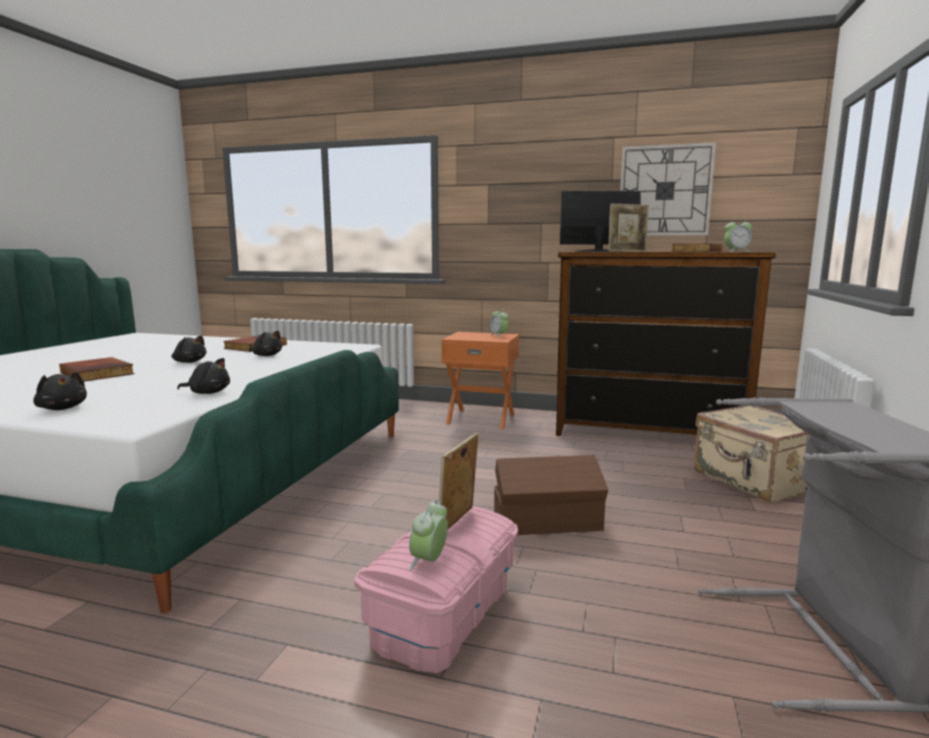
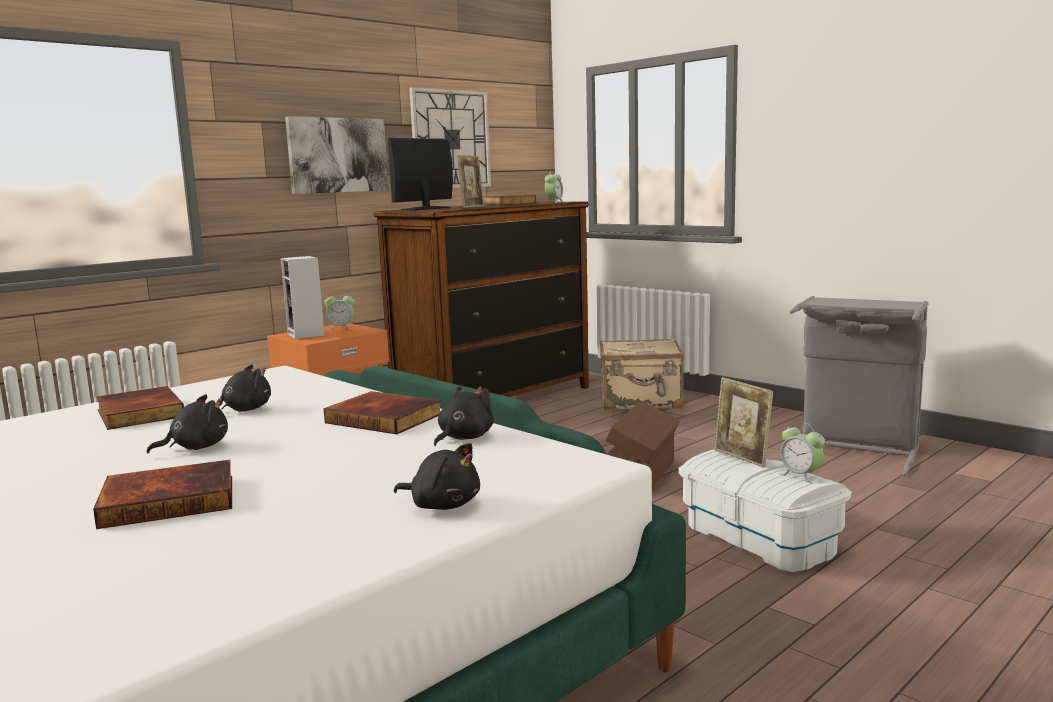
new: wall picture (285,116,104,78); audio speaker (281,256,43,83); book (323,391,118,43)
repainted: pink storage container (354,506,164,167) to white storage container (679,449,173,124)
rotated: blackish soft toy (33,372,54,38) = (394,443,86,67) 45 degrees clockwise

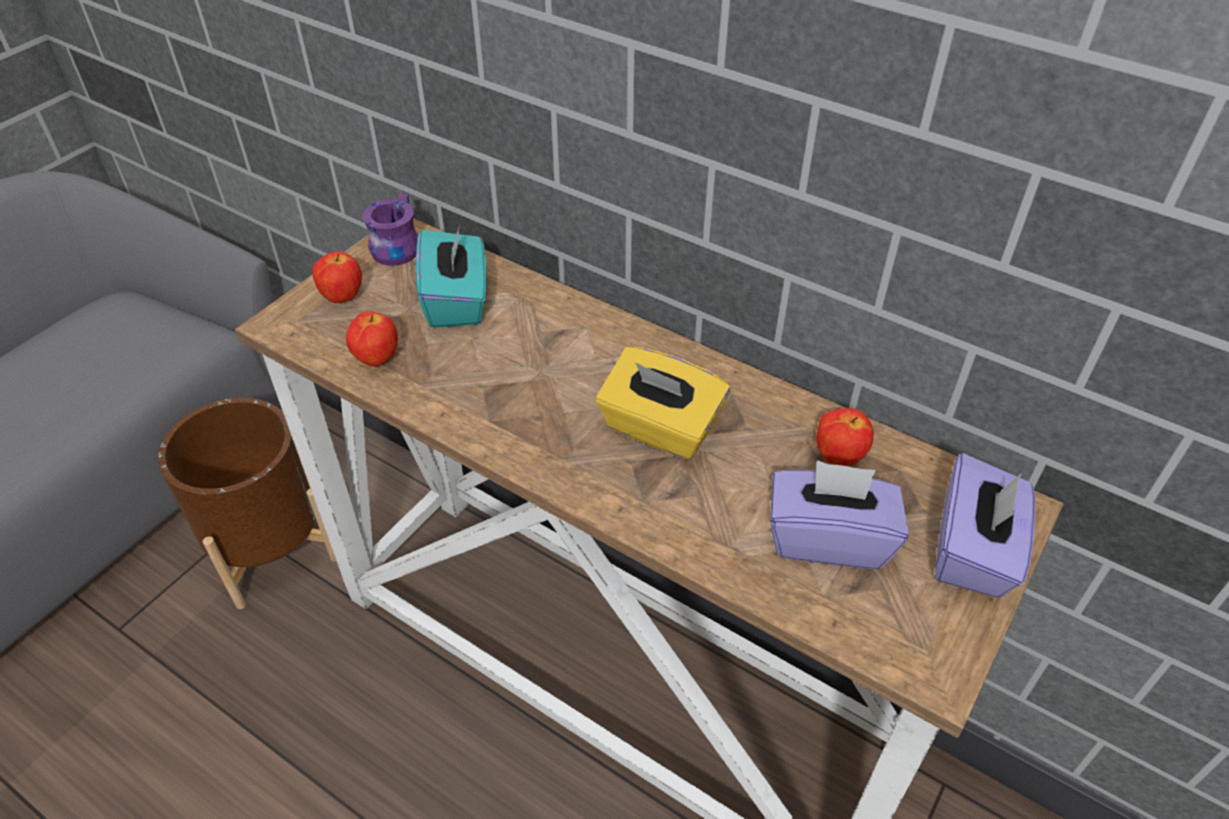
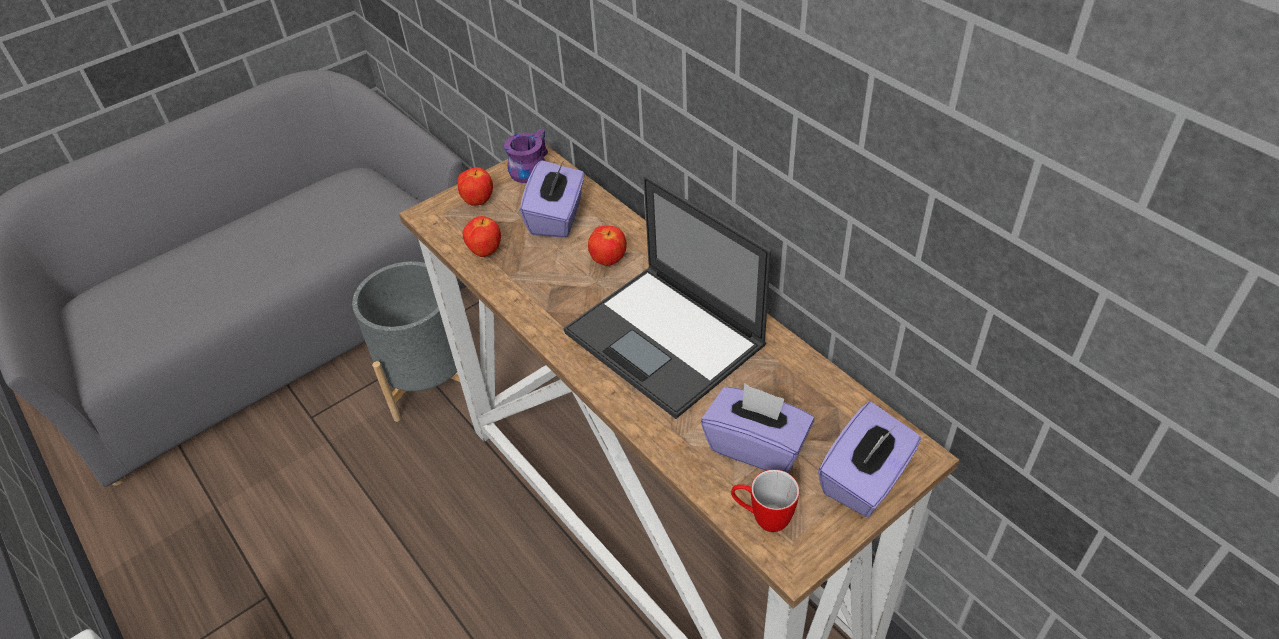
new: mug (731,469,68,63)
shifted: whole apple (816,408,58,58) to (588,226,39,40)
swapped: yellow-coloured tissue box (596,347,134,113) to notebook computer (564,176,207,243)
repainted: blue-green tissue box (416,225,71,103) to purple-coloured tissue box (520,160,65,78); brownish planter (158,398,178,211) to grey planter (352,262,108,160)

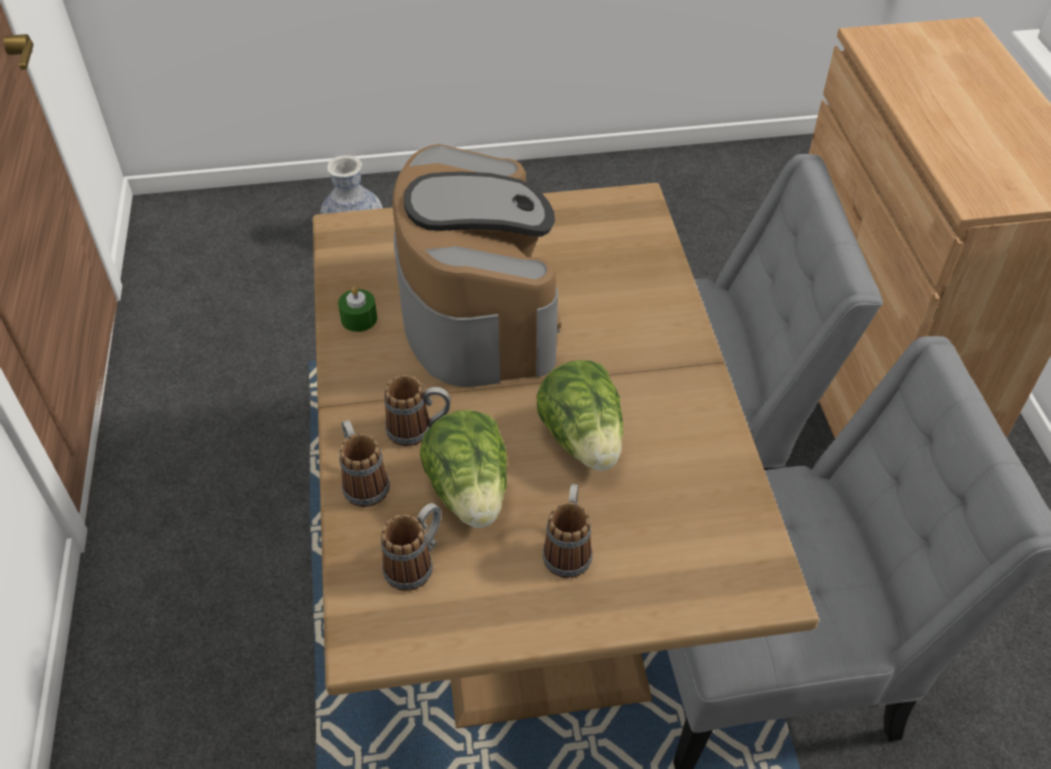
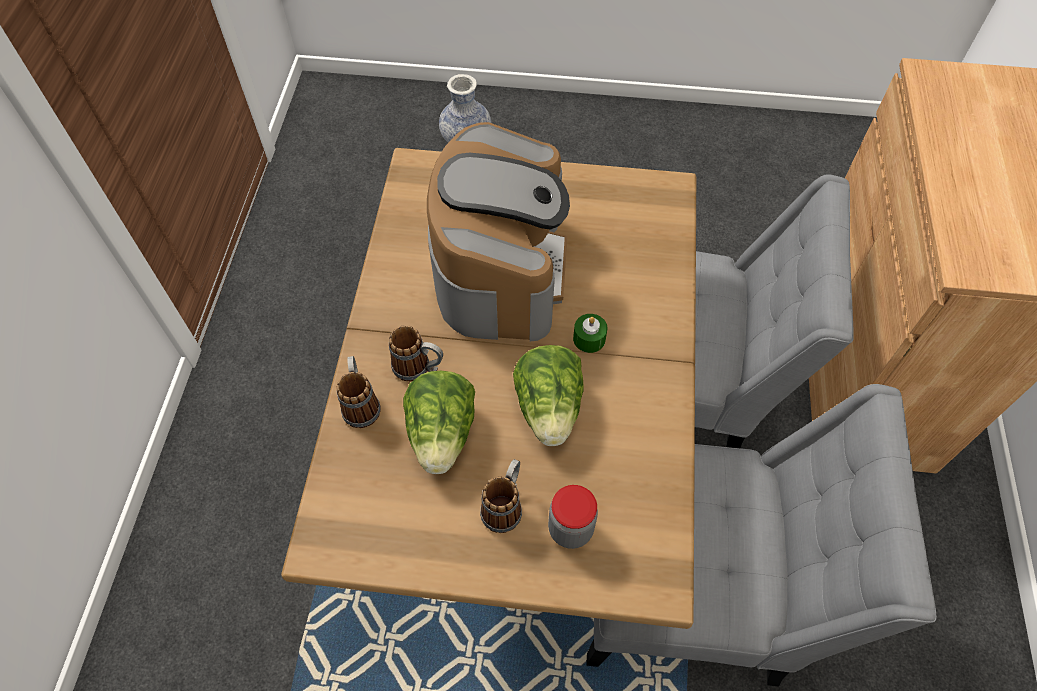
gone: mug (381,503,61,88)
new: jar (548,485,50,64)
shifted: green-coloured candle (338,287,39,45) to (573,314,34,39)

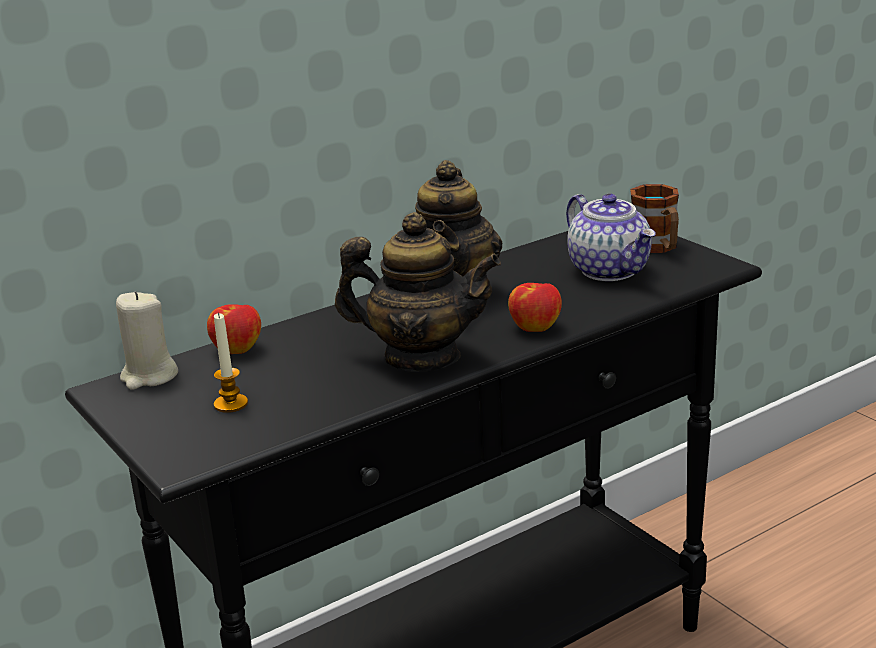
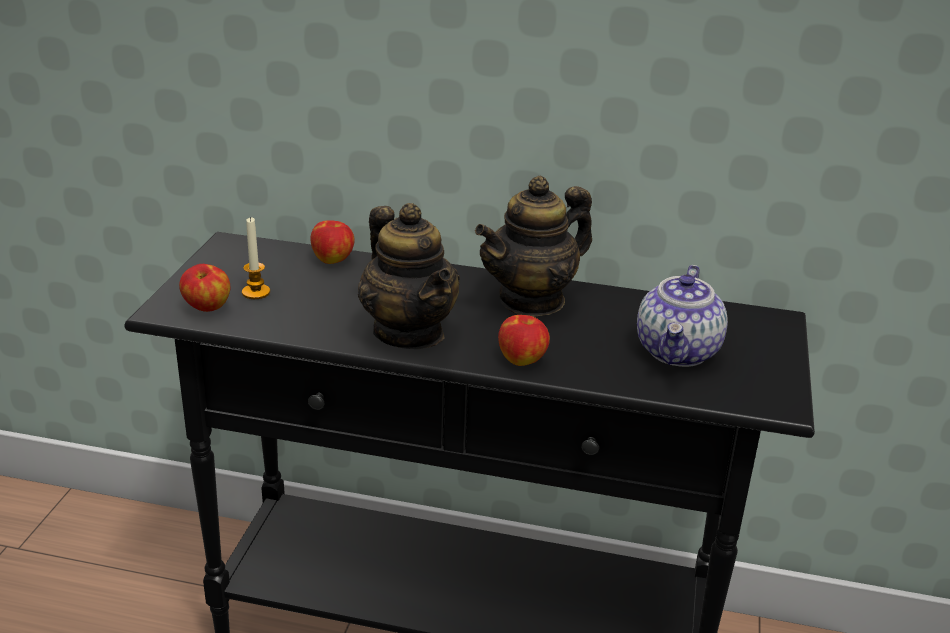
gone: mug (630,184,49,69); sand-coloured candle (116,291,62,99)
new: whole apple (179,264,51,48)

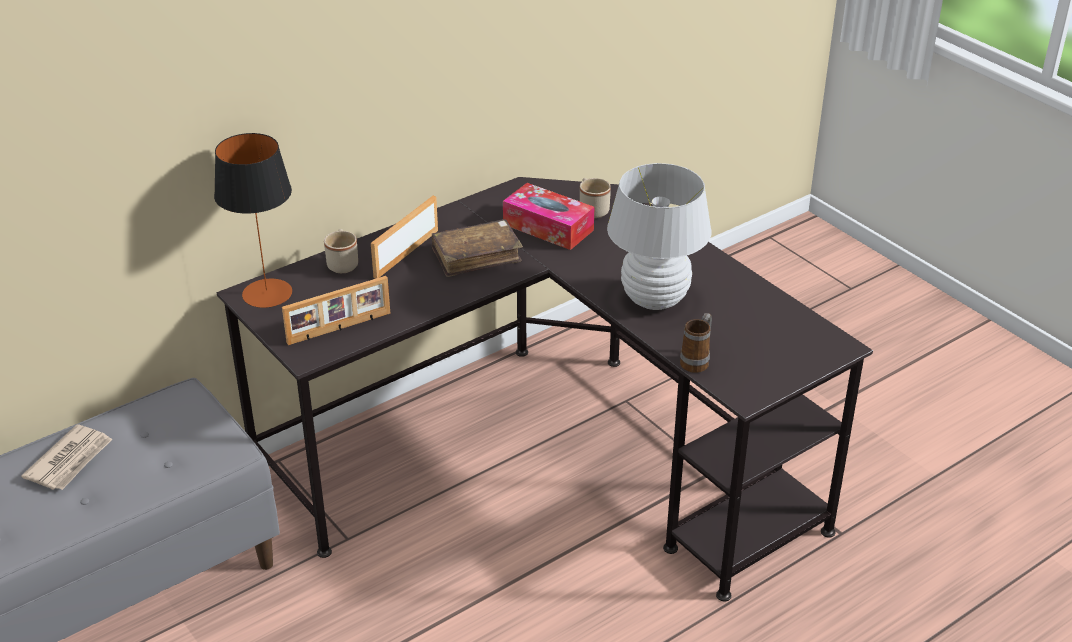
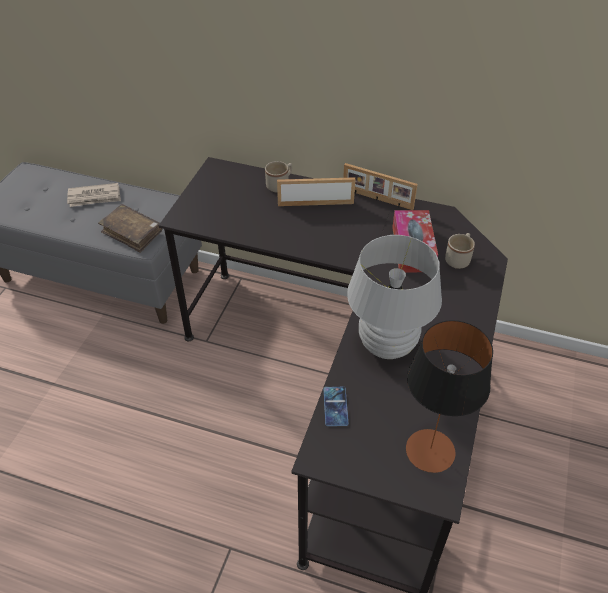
shifted: lamp for a table (214,133,78,175) to (406,320,87,153); brownish book (432,219,91,58) to (98,204,64,49); photo frame (282,276,108,69) to (343,163,75,47)
swapped: mug (680,313,32,60) to telephone (324,387,25,39)

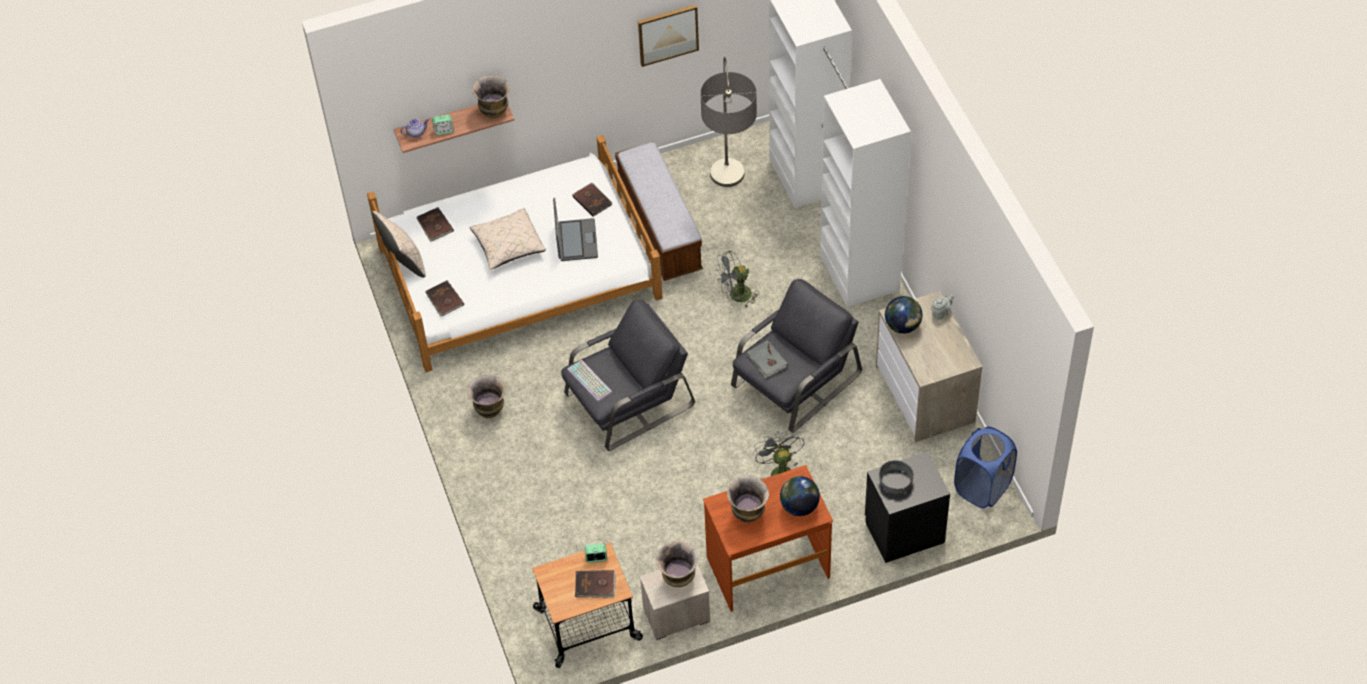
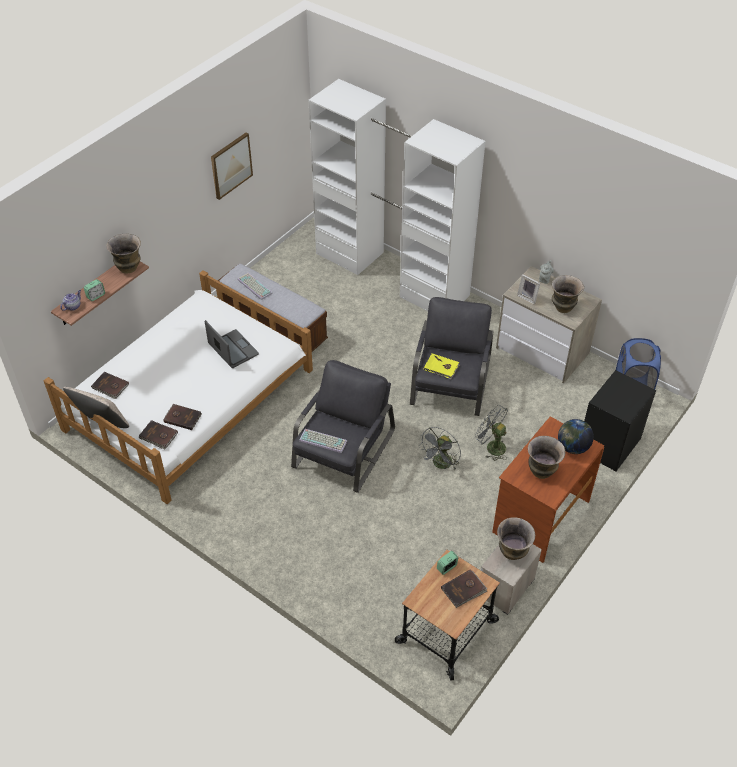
gone: standing lamp (700,57,57,130); sand-coloured cushion (469,208,77,62); grey deep dish (879,460,35,34)
new: PC keyboard (237,273,36,27)
shifted: brownish book (573,182,40,35) to (164,404,38,26); grey electric fan (715,250,44,58) to (419,427,42,43); flower vase (467,375,39,43) to (552,275,32,38)
swapped: desk globe (885,296,37,38) to photo frame (517,274,23,31)
repainted: grey book (746,340,42,38) to yellow-coloured book (424,353,35,26)

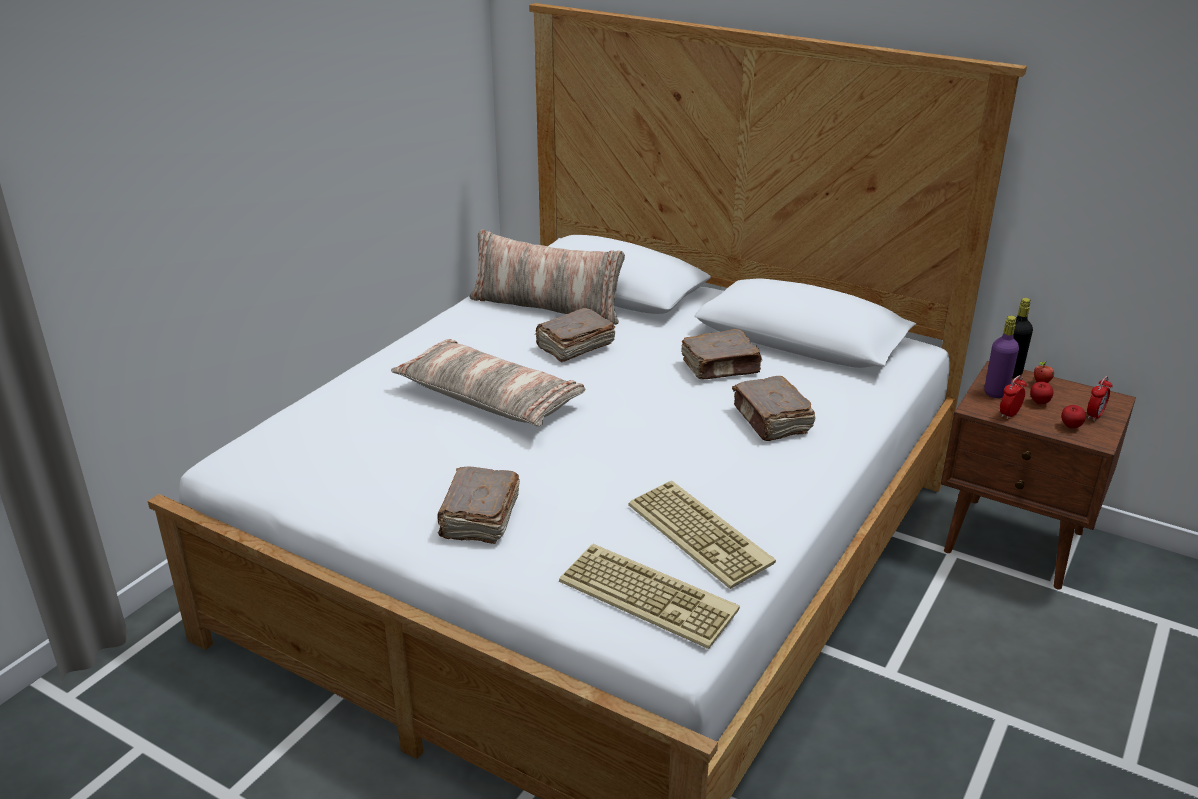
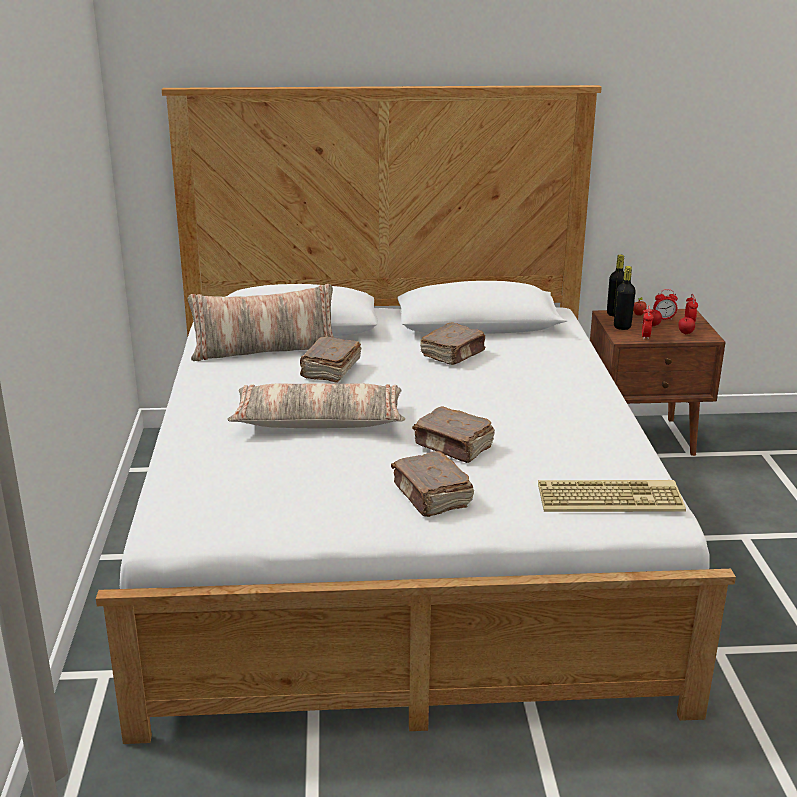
gone: PC keyboard (628,481,148,108)
new: table clock (653,289,25,31)
shifted: brownish book (732,376,84,65) to (412,406,83,57)
repainted: purple-coloured bottle (984,316,35,82) to blackish bottle (614,266,22,64)

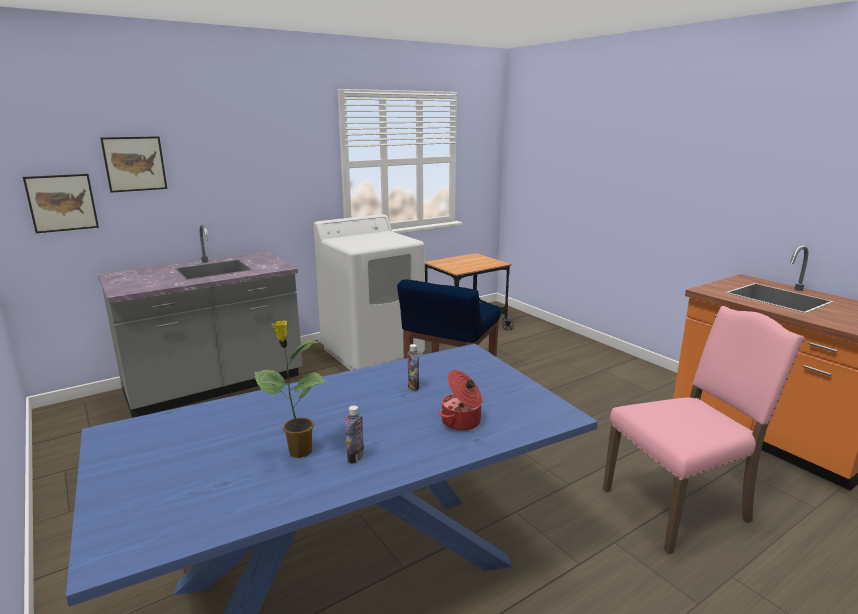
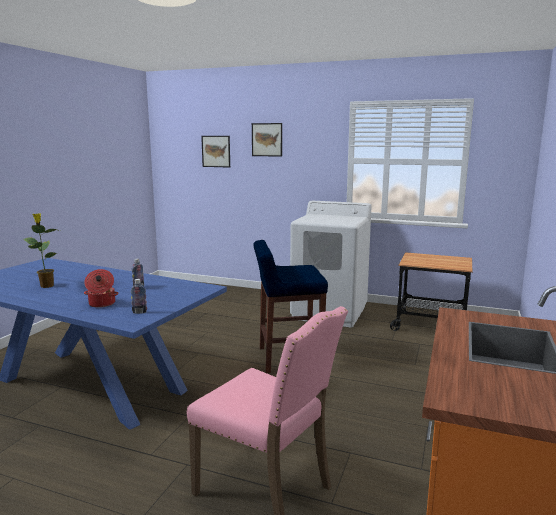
gone: grey kitchen counter (98,225,205,193)
shifted: wall picture (23,174,76,59) to (252,123,30,34); bottle (345,406,19,58) to (131,279,16,35)

